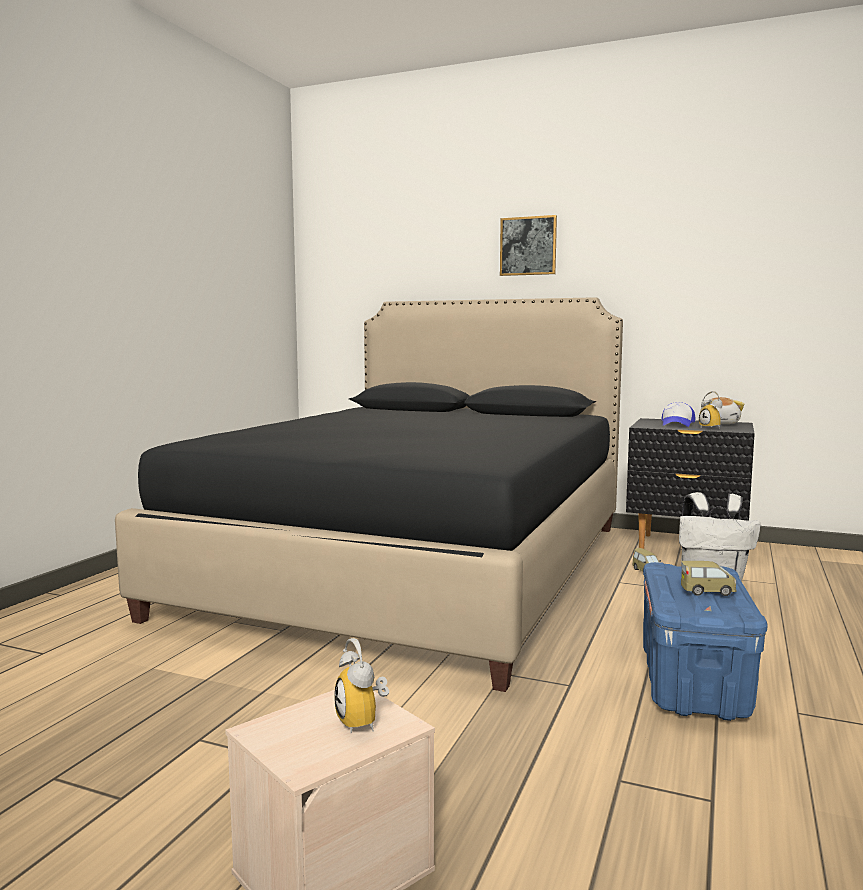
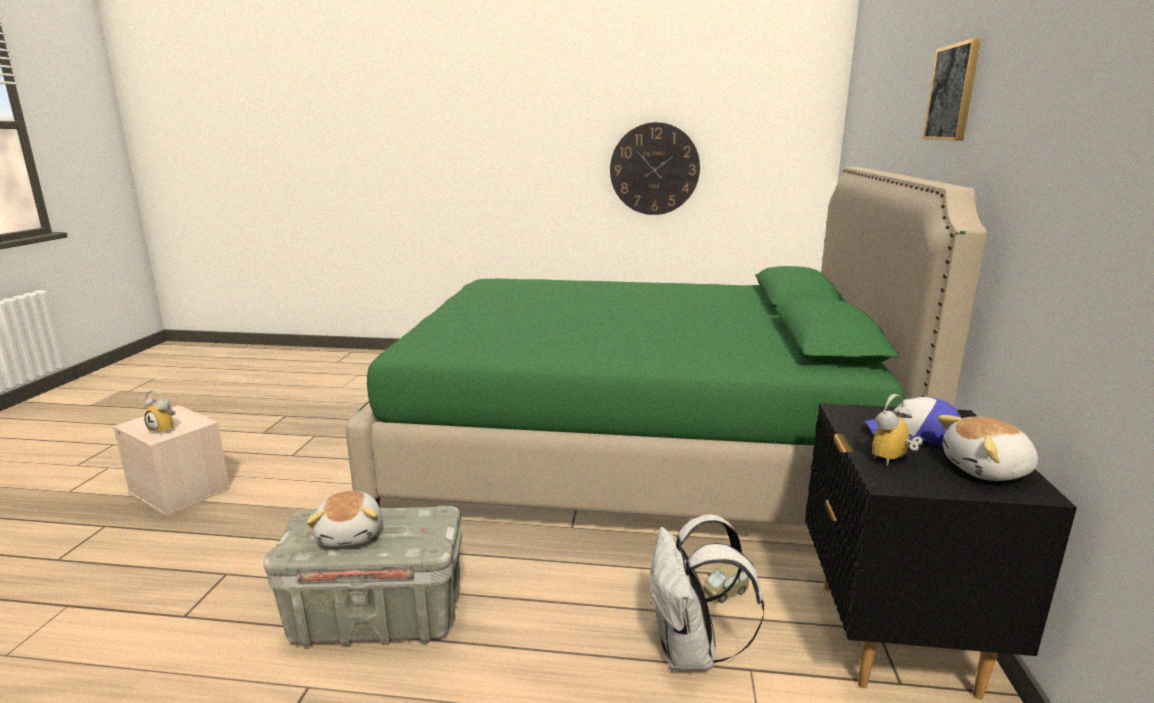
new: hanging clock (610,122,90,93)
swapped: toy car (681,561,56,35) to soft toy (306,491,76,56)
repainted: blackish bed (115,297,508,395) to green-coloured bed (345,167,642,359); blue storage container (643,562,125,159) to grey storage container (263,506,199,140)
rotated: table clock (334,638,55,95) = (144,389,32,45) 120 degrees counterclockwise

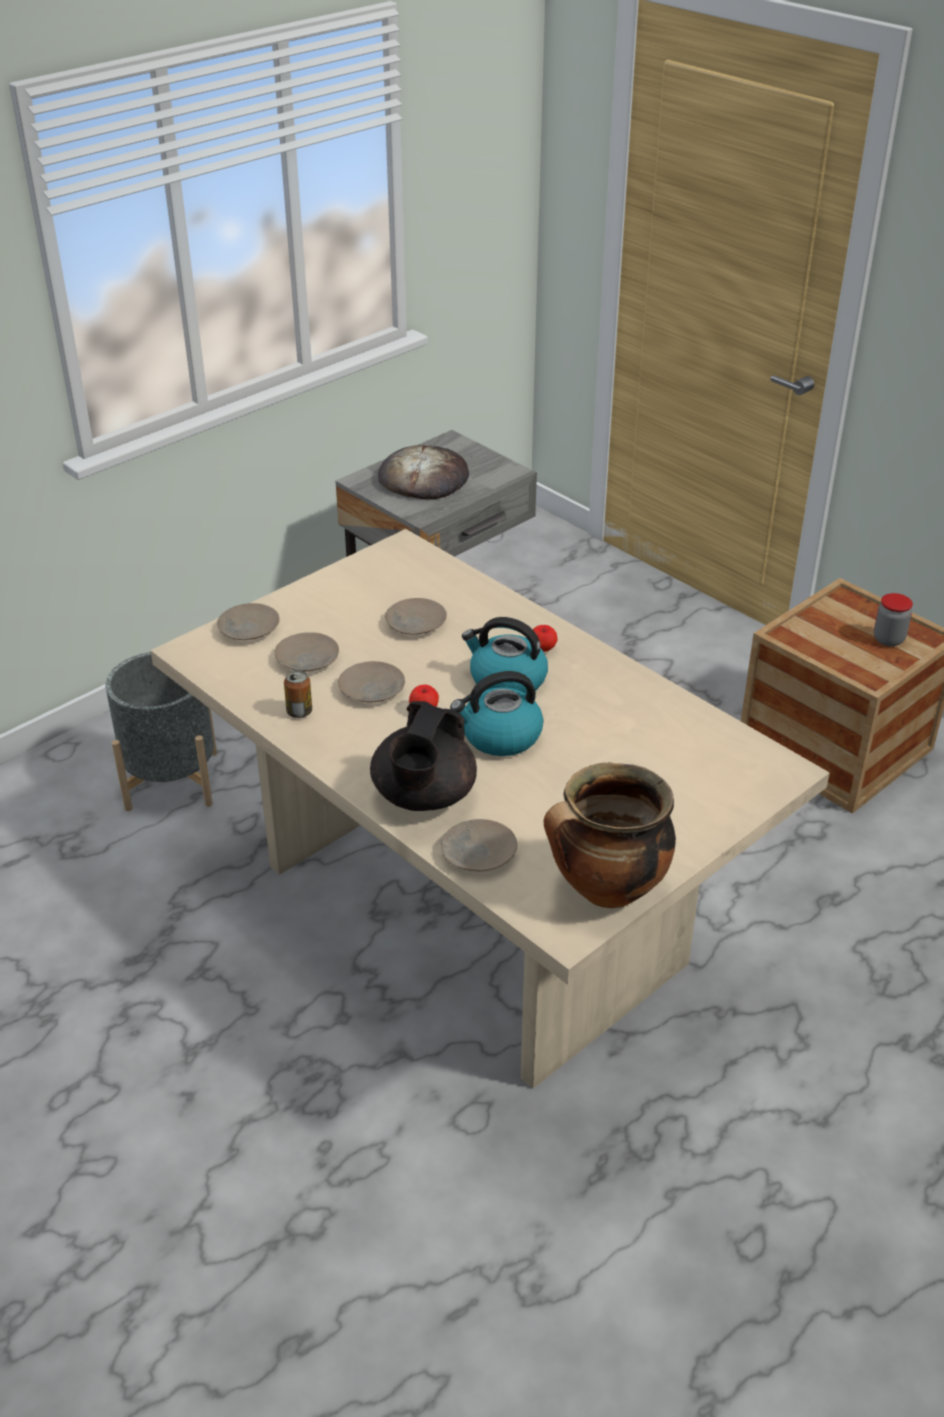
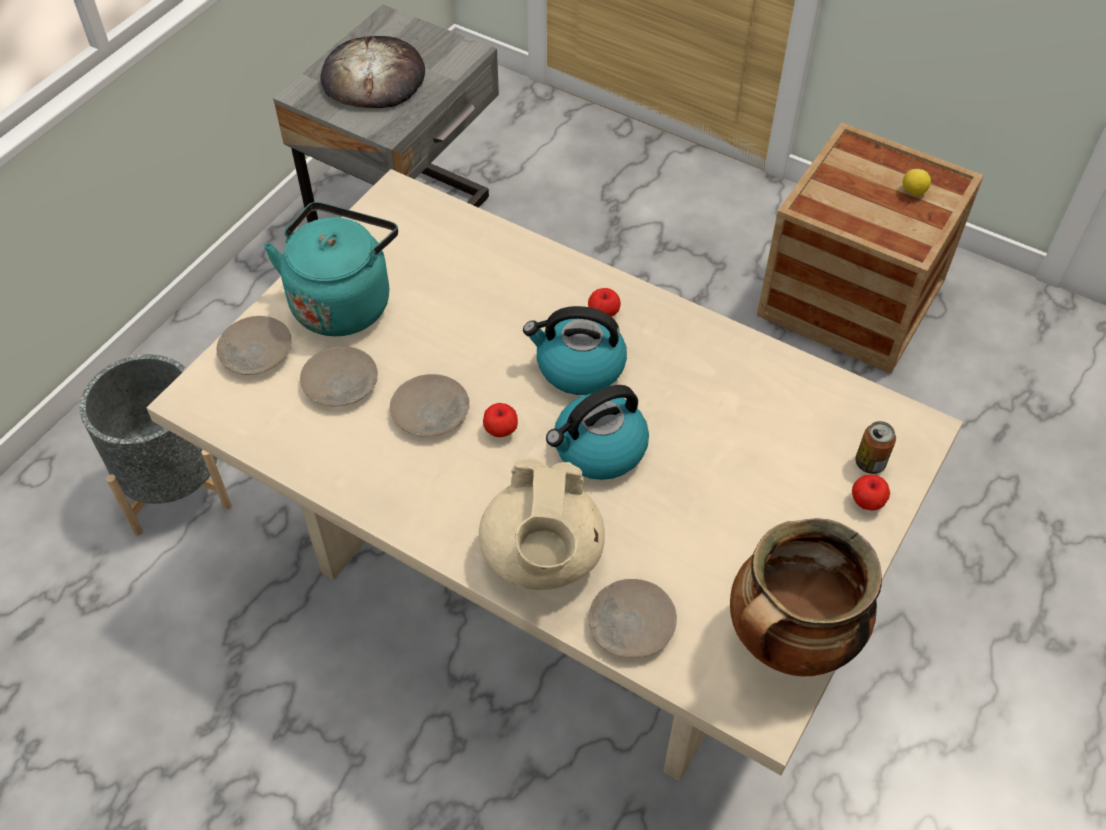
gone: sand-coloured plate (385,598,62,37)
new: blue-green kettle (264,202,134,134); whole apple (852,474,38,37)
shifted: can (284,670,28,48) to (855,421,41,53)
swapped: jar (874,593,39,53) to lemon (903,169,28,27)
repainted: blackish pot for tea (370,701,107,110) to sand-coloured pot for tea (479,457,126,133)

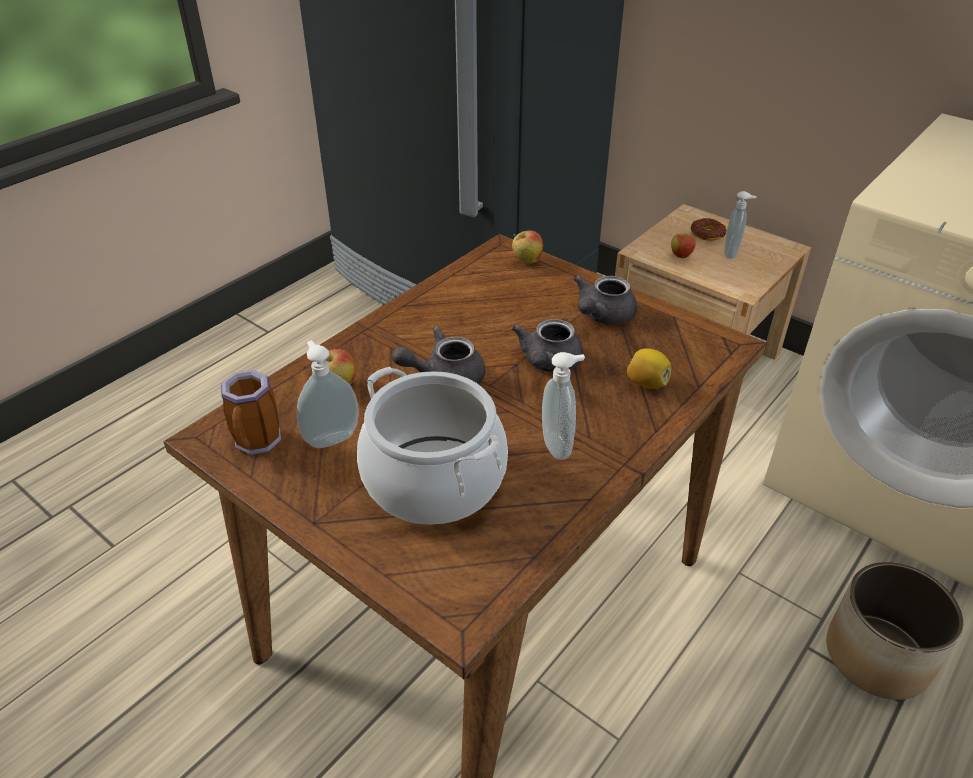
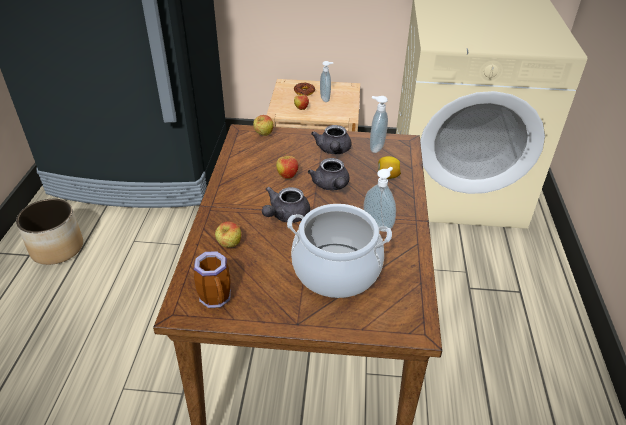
new: whole apple (276,153,22,26)
shifted: soap bottle (296,340,63,108) to (370,96,18,57); planter (826,562,137,138) to (16,199,67,66)

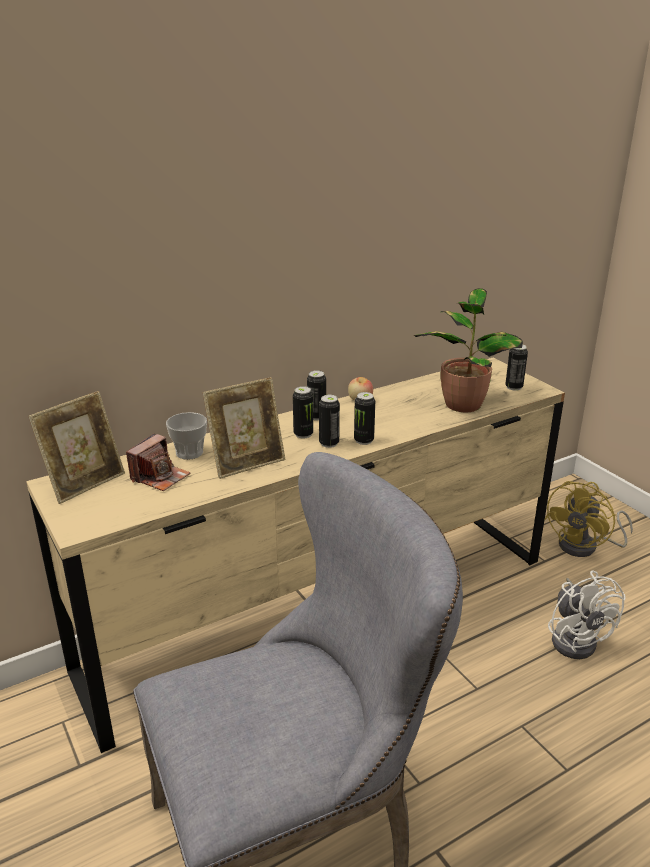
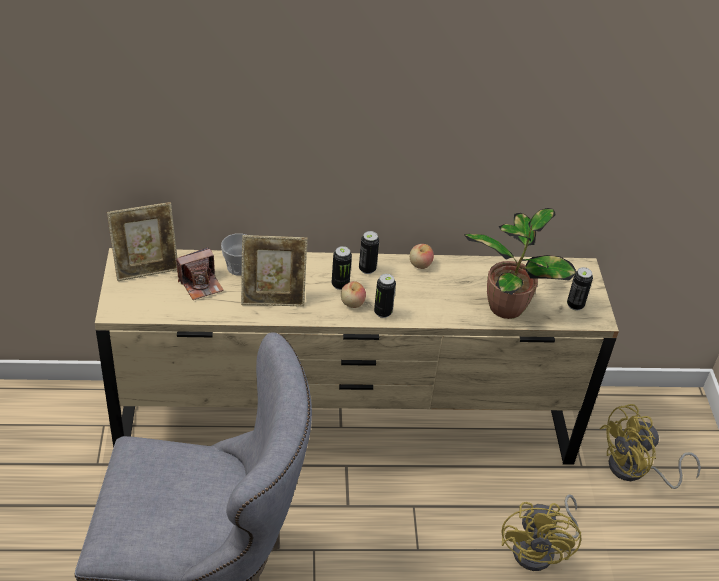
swapped: can (319,395,21,53) to whole apple (341,281,25,27)
repainted: white electric fan (548,570,78,89) to yellow-coloured electric fan (501,494,81,77)

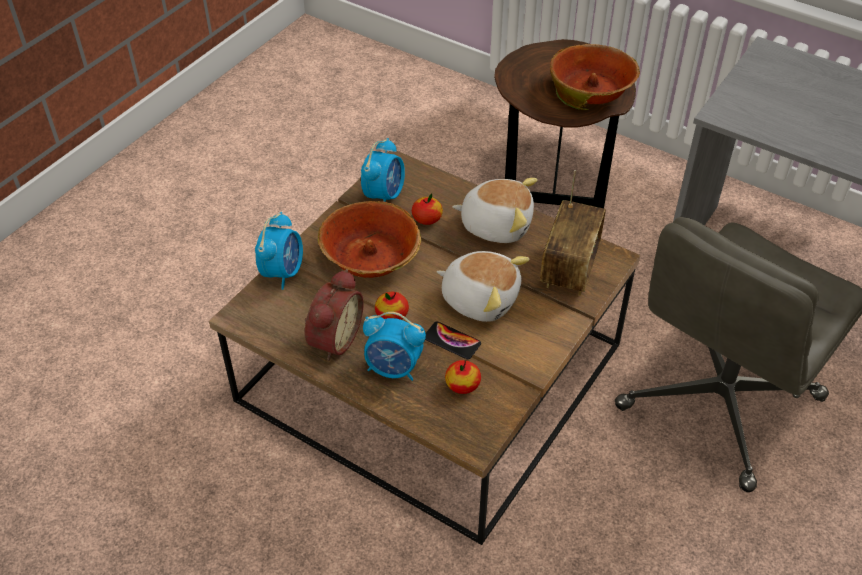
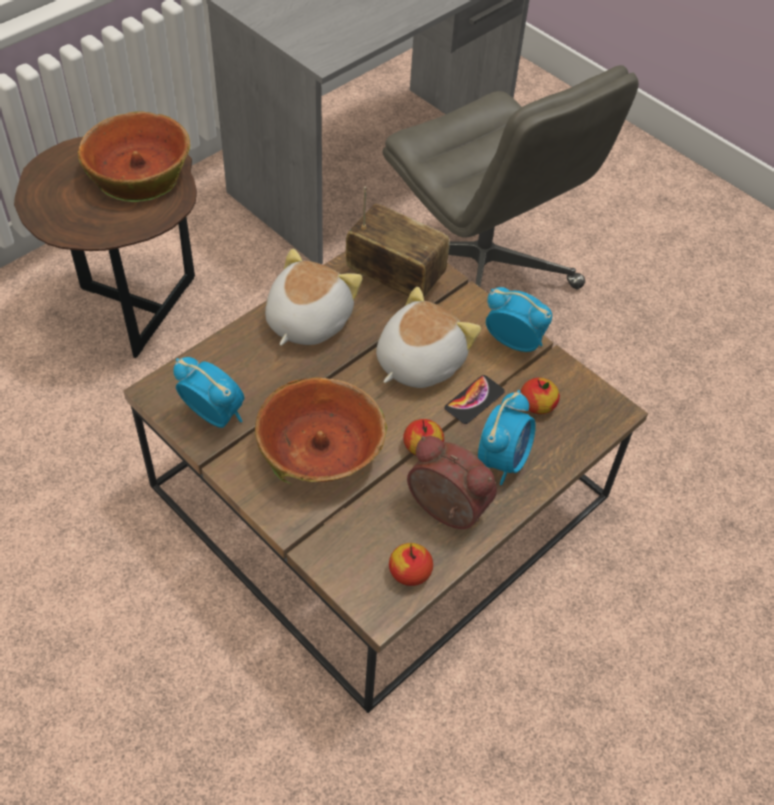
shifted: whole apple (412,193,31,32) to (389,543,44,43); table clock (255,212,48,78) to (486,287,66,65)

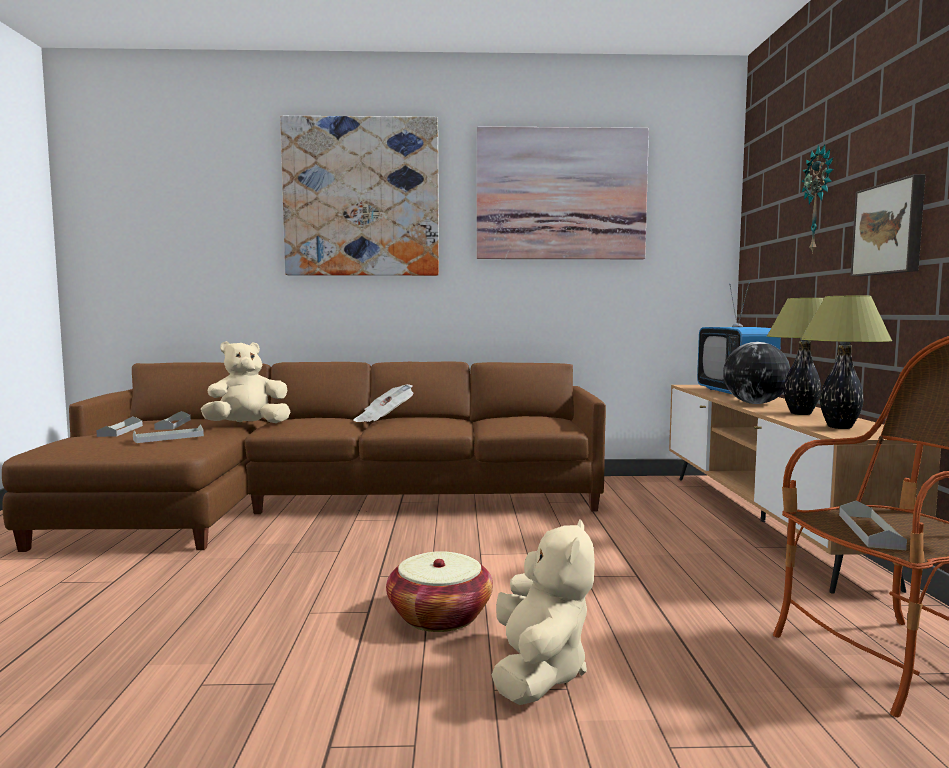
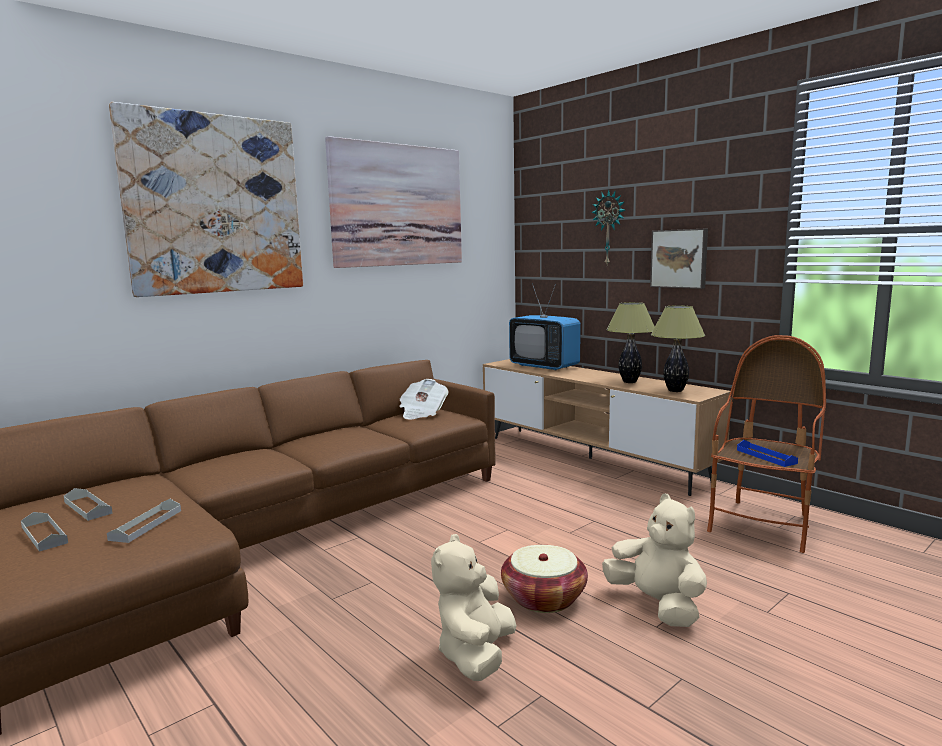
gone: desk globe (723,342,67,62)
shifted: sand-coloured soft toy (201,341,89,82) to (431,534,86,147); printed paper (353,384,60,38) to (399,379,50,40)
repainted: grey tray (839,500,68,50) to blue tray (737,440,61,27)

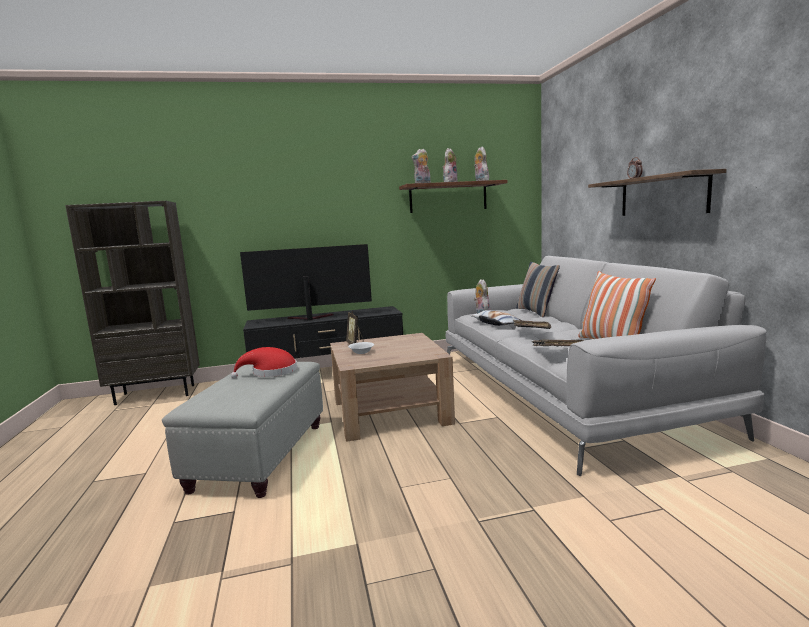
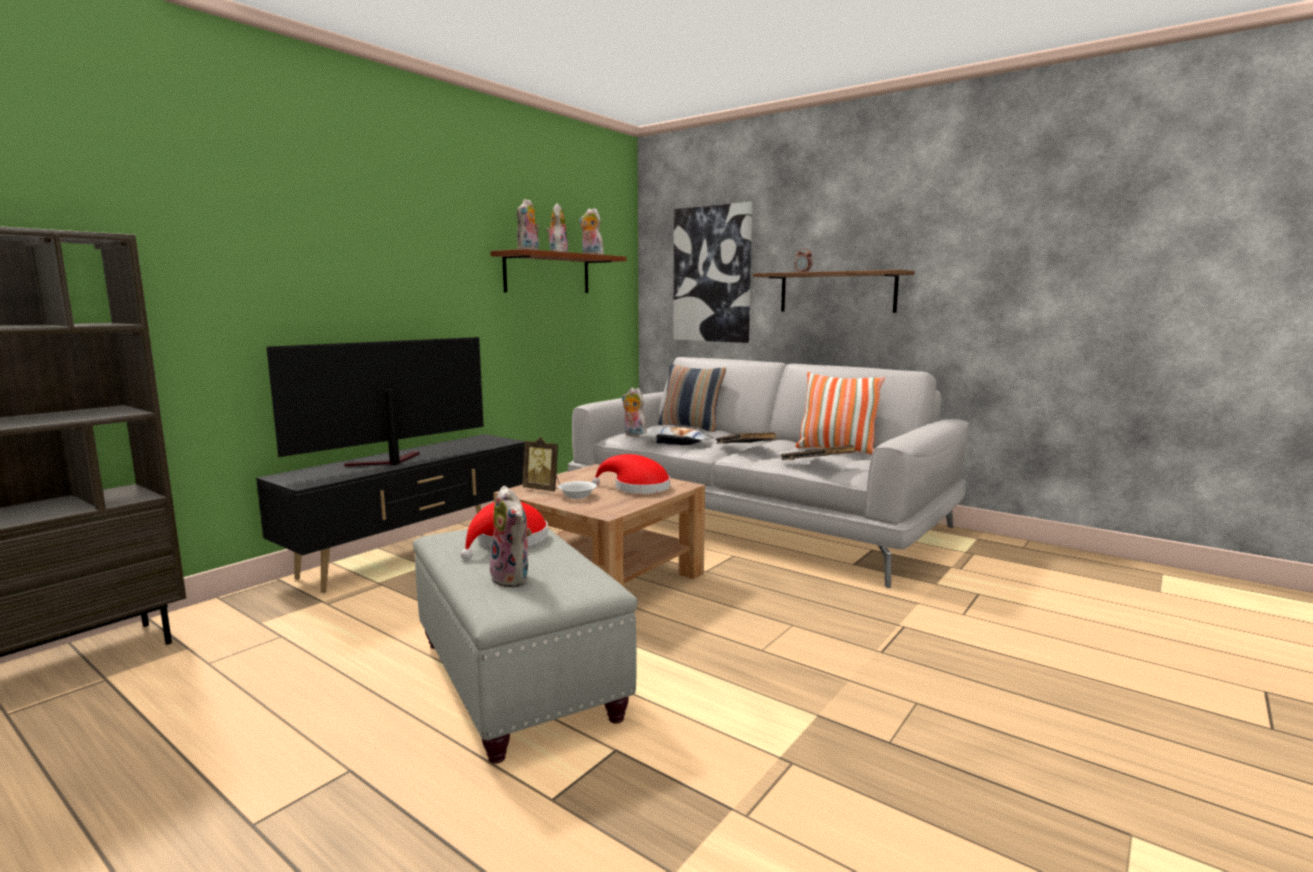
new: wall picture (673,202,79,141); red-coloured wearable hat (592,454,78,40); soft toy (490,486,42,101)

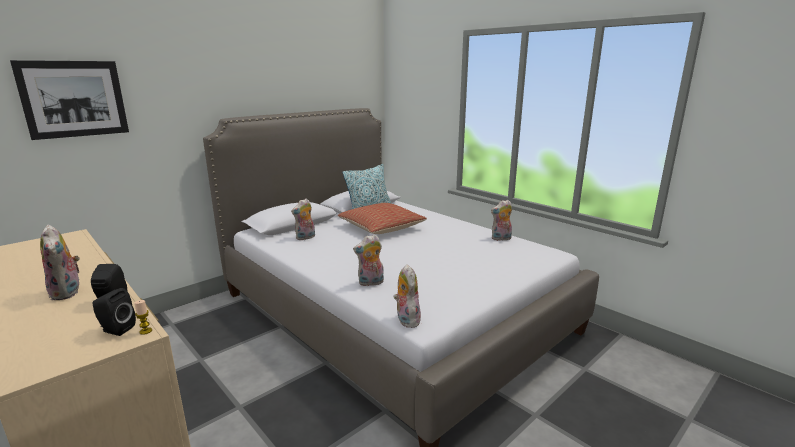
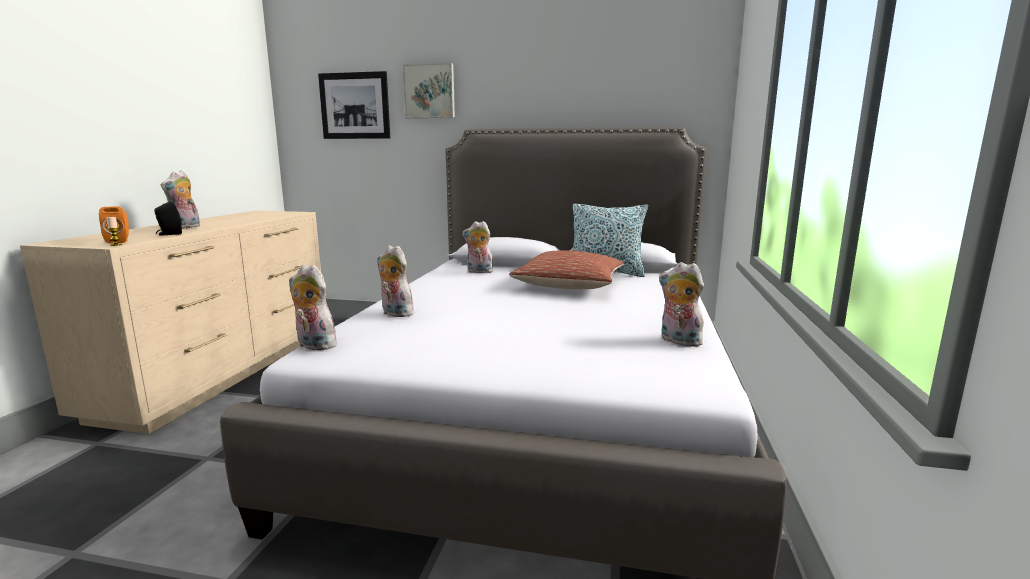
new: wall picture (403,63,52,55)
repainted: blackish audio speaker (92,288,44,48) to orange-coloured audio speaker (99,206,30,38)
rotated: soft toy (394,264,27,64) = (289,264,53,86) 105 degrees counterclockwise

